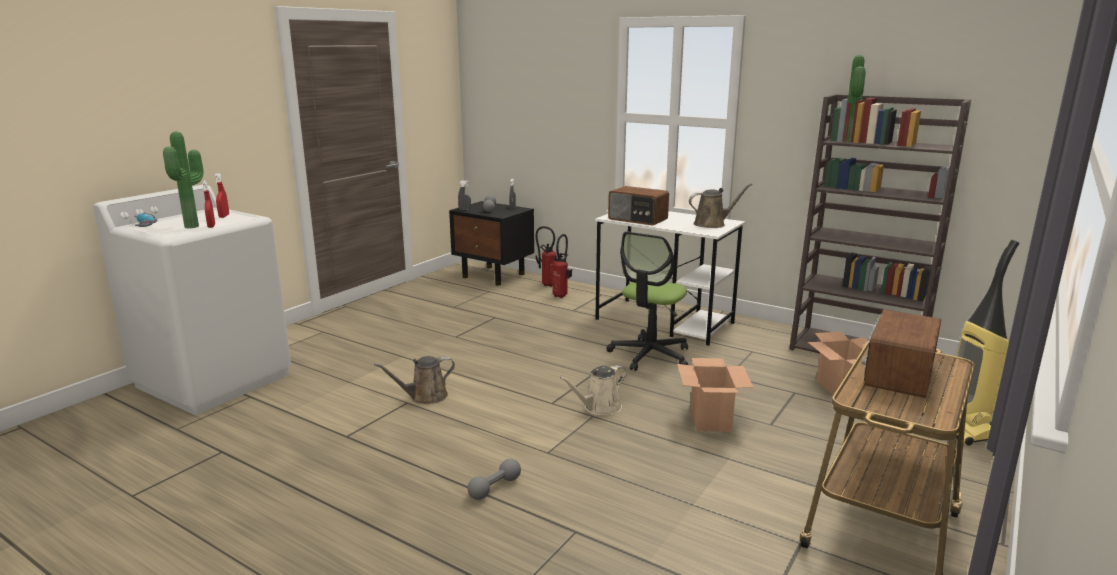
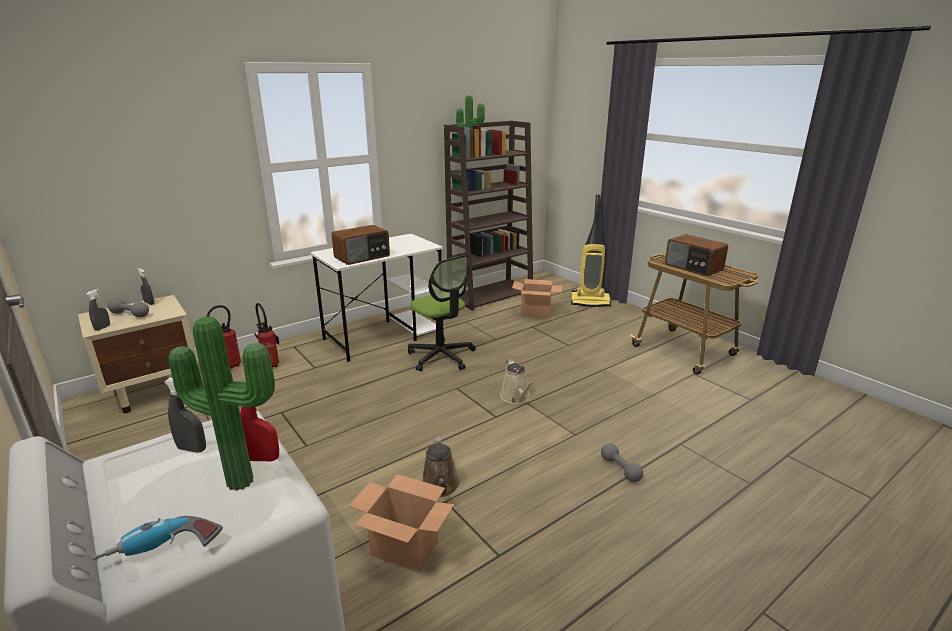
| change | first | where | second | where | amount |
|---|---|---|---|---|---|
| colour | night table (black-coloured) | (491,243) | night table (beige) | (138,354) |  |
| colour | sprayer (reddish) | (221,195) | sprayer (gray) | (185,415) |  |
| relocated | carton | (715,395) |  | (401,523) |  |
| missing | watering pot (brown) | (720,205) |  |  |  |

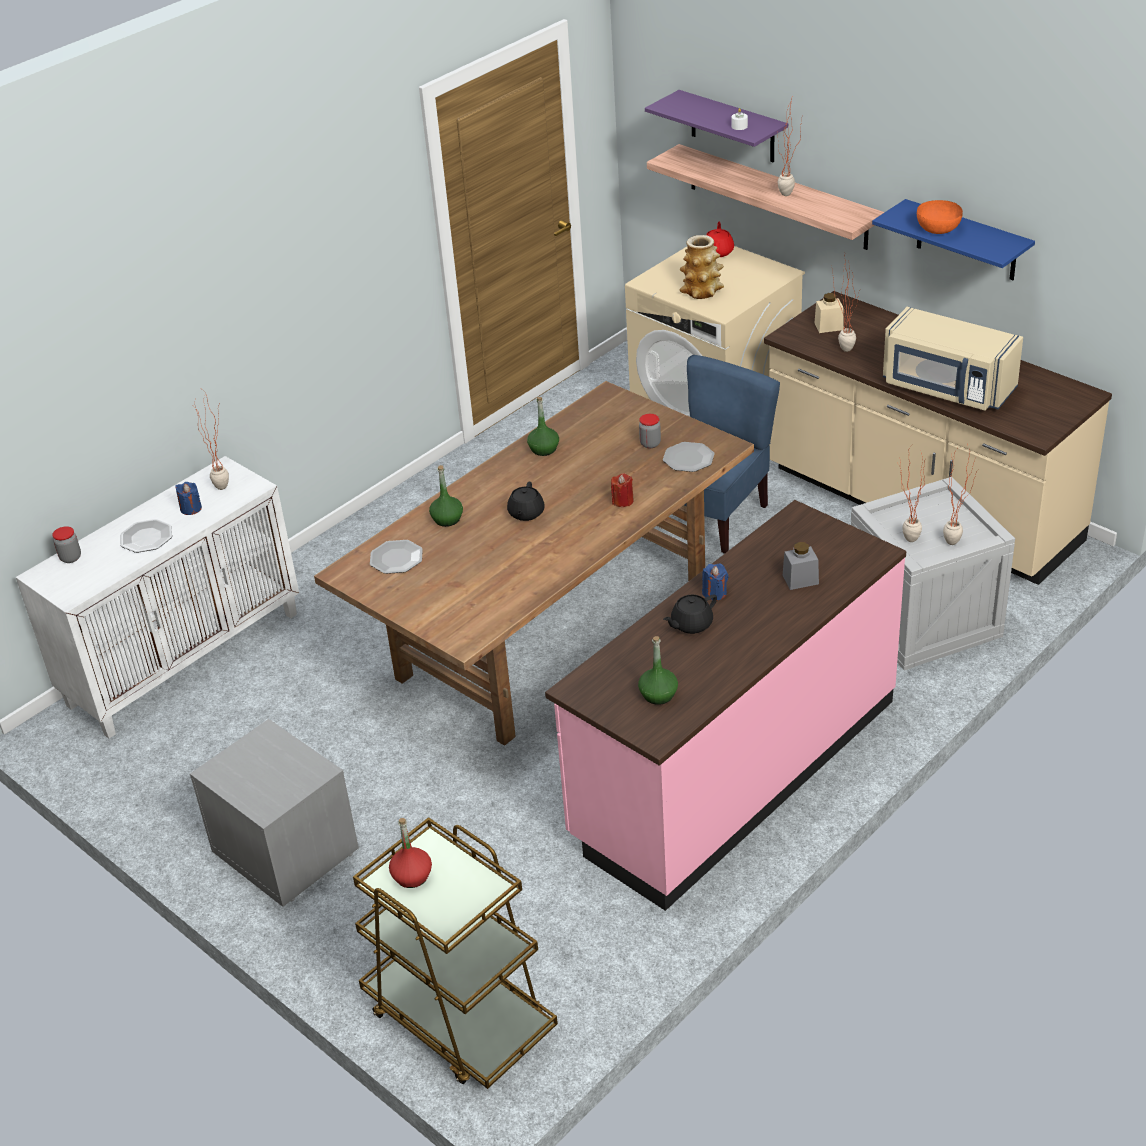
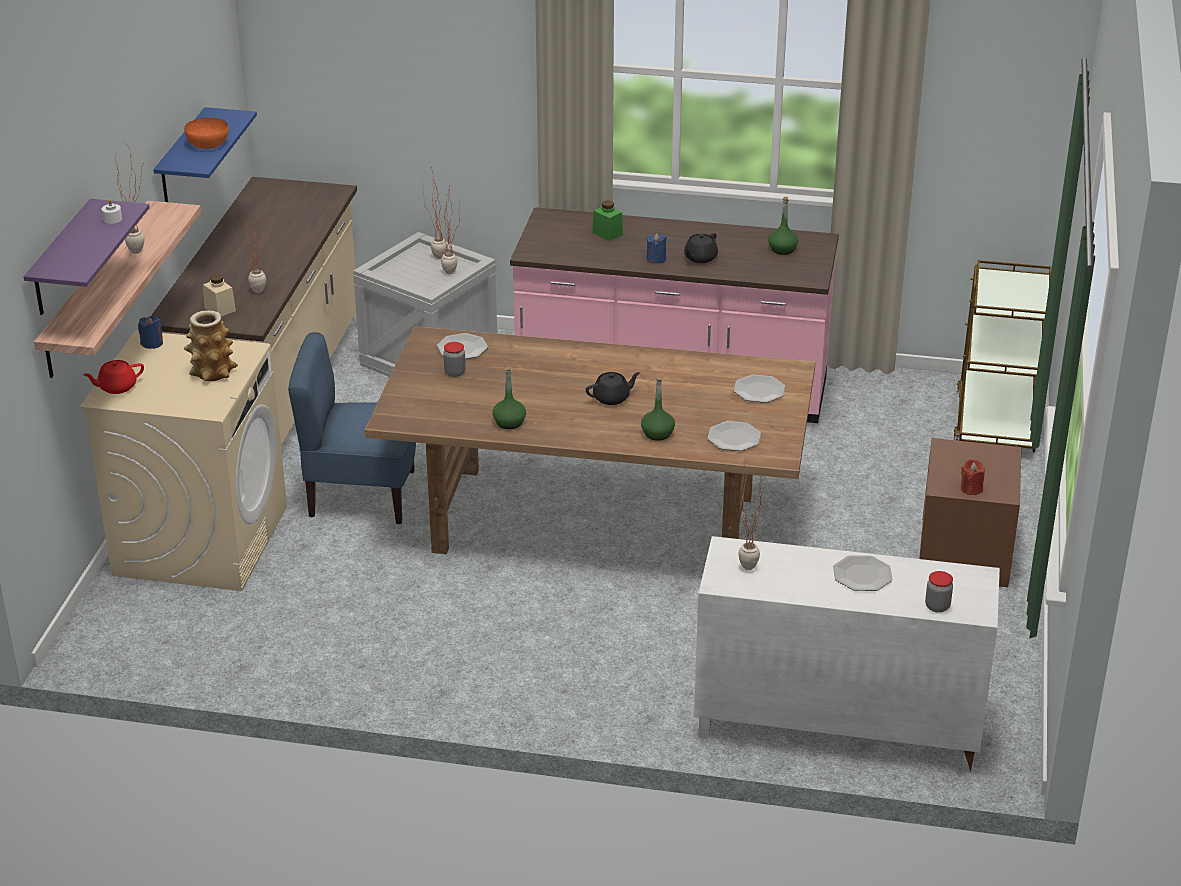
| change | first | where | second | where | amount |
|---|---|---|---|---|---|
| relocated | wax candle (blue-coloured) | (188,498) |  | (150,332) |  |
| colour | preserve jar (gray) | (801,566) | preserve jar (green-coloured) | (607,220) |  |
| spun | pot for tea (black-coloured) | (690,614) |  | (701,248) | 105 degrees clockwise |
| appeared |  |  | flat dish | (759,388) |  |
| colour | night table (gray) | (274,813) | night table (brown) | (970,512) |  |
| relocated | wax candle (reddish) | (622,490) |  | (973,477) |  |
| missing | bottle (reddish) | (410,853) |  |  |  |
| missing | microwave oven (beige) | (953,359) |  |  |  |

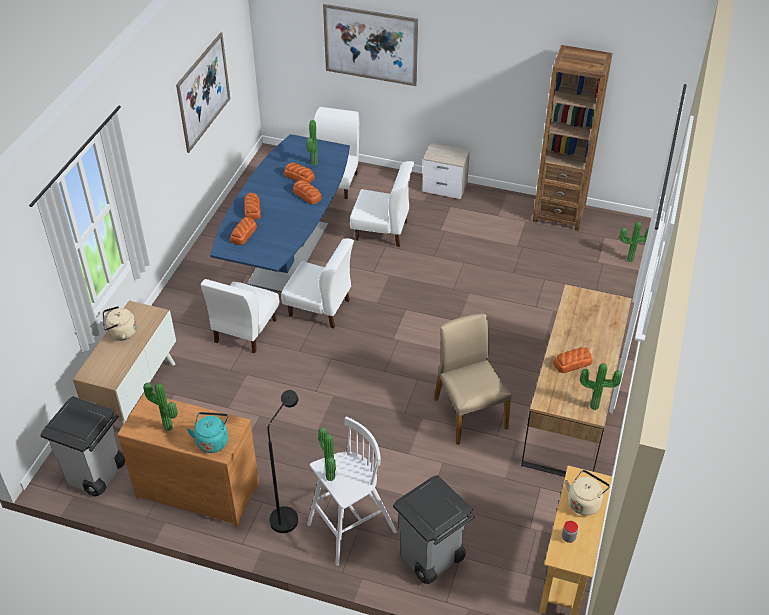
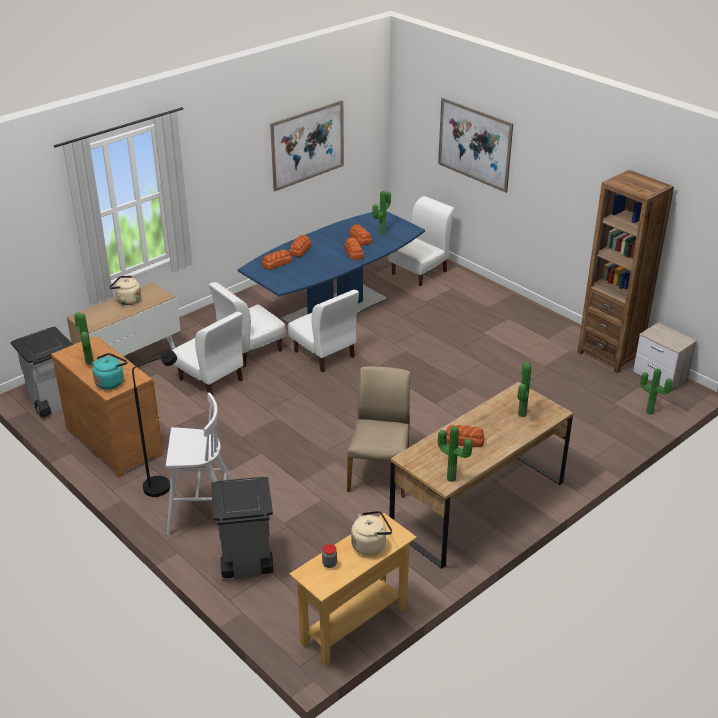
| change | first | where | second | where | amount |
|---|---|---|---|---|---|
| relocated | plain chair (whitish) | (382,204) |  | (207,354) |  |
| relocated | plant in a pot | (327,454) |  | (524,389) |  |
| relocated | night table | (446,171) |  | (665,357) |  |

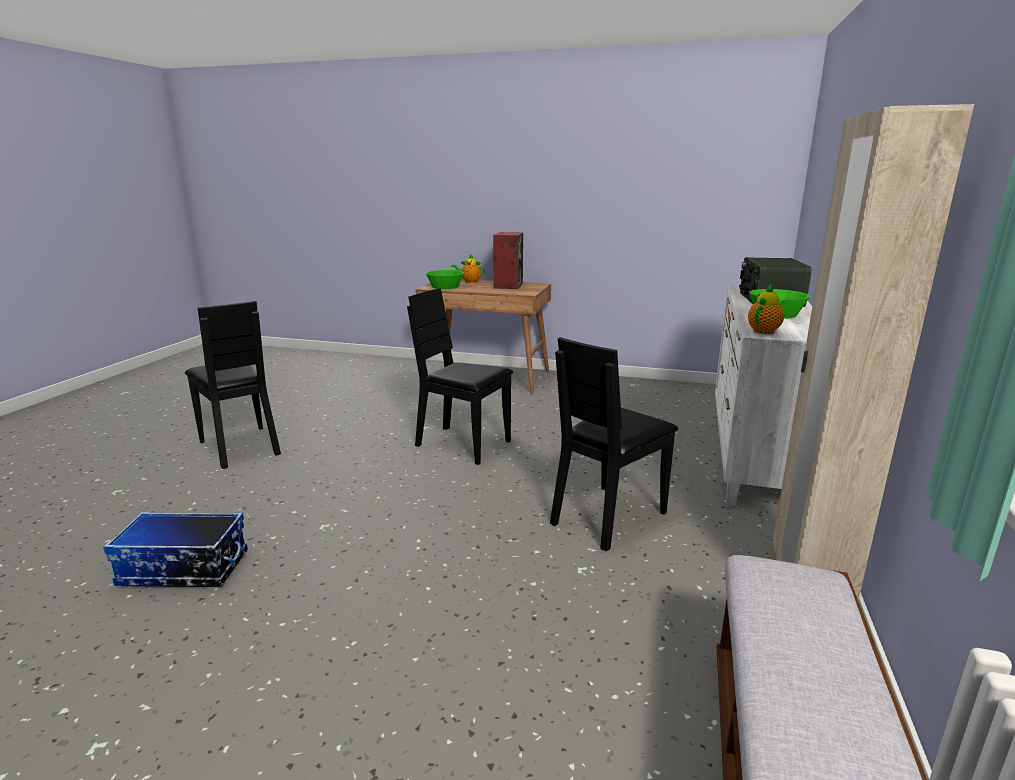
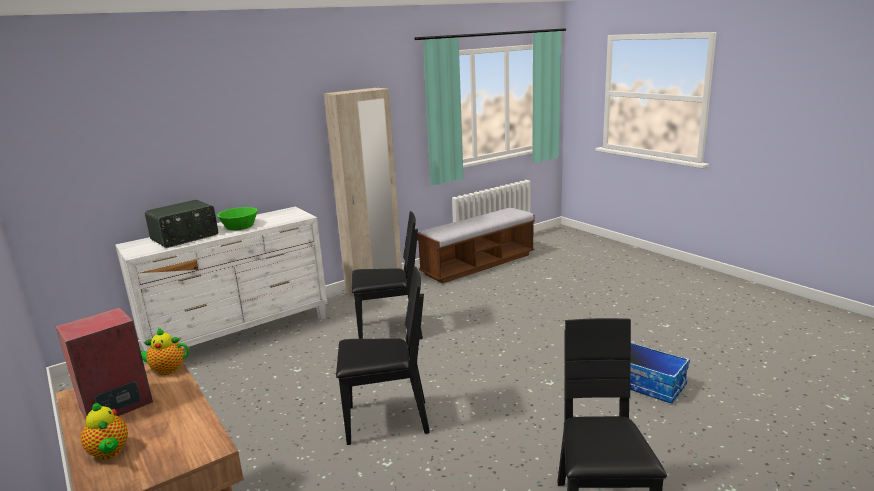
| change | first | where | second | where | amount |
|---|---|---|---|---|---|
| relocated | pot for tea | (766,309) |  | (164,351) |  |
| spun | plain chair (black-coloured) | (460,376) |  | (383,356) | 75 degrees counterclockwise |
| missing | deep dish (green-coloured) | (445,279) |  |  |  |

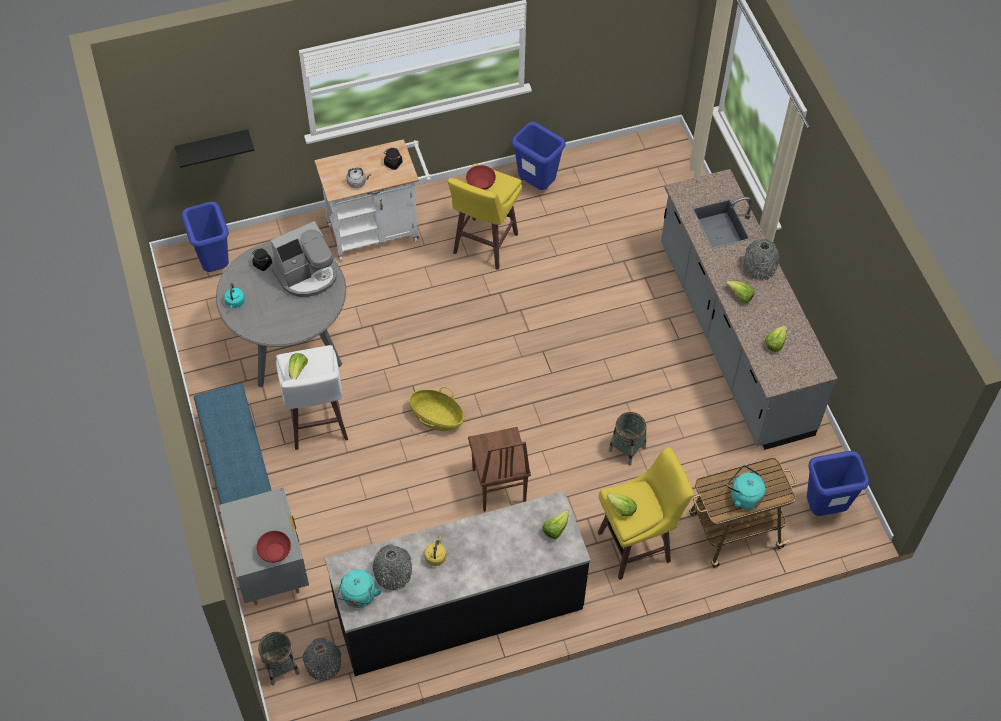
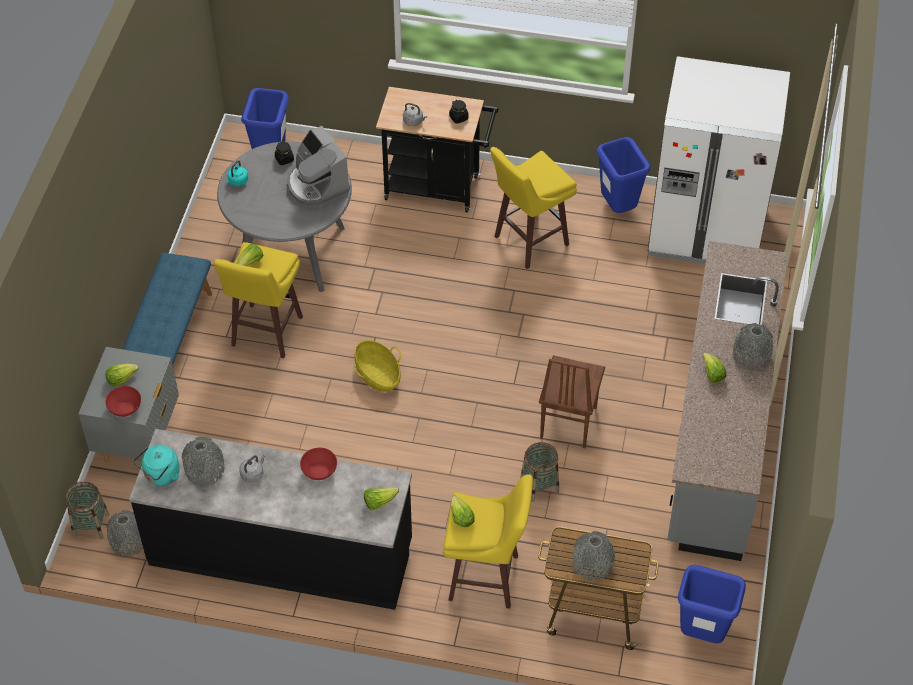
| change | first | where | second | where | amount |
|---|---|---|---|---|---|
| relocated | lettuce | (776,339) |  | (122,375) |  |
| colour | sitting stool (whitish) | (312,397) | sitting stool (yellowish) | (258,300) |  |
| colour | water kettle (yellowish) | (435,551) | water kettle (gray) | (252,469) |  |
| spun | coffee maker | (303,259) |  | (318,166) | 60 degrees clockwise |
| relocated | deep dish (reddish) | (481,177) |  | (318,464) |  |
| colour | cart (whitish) | (373,200) | cart (black-coloured) | (437,150) |  |
| relocated | plain chair (brown) | (499,469) |  | (572,401) |  |
| exchanged | water kettle (blue-green) | (746,487) | decorative vase (gray) | (594,556) |  |
| appeared |  |  | refrigerator (whitish) | (719,160) |  |
| missing | bracket shelf (black-coloured) | (214,148) |  |  |  |

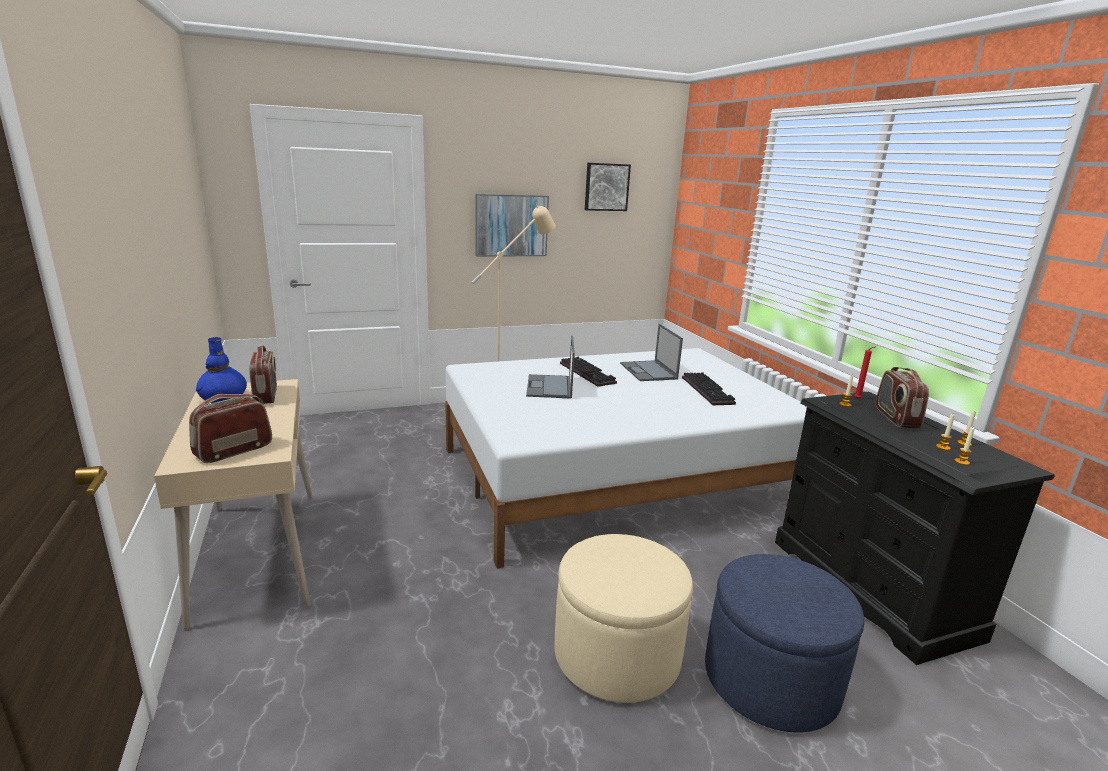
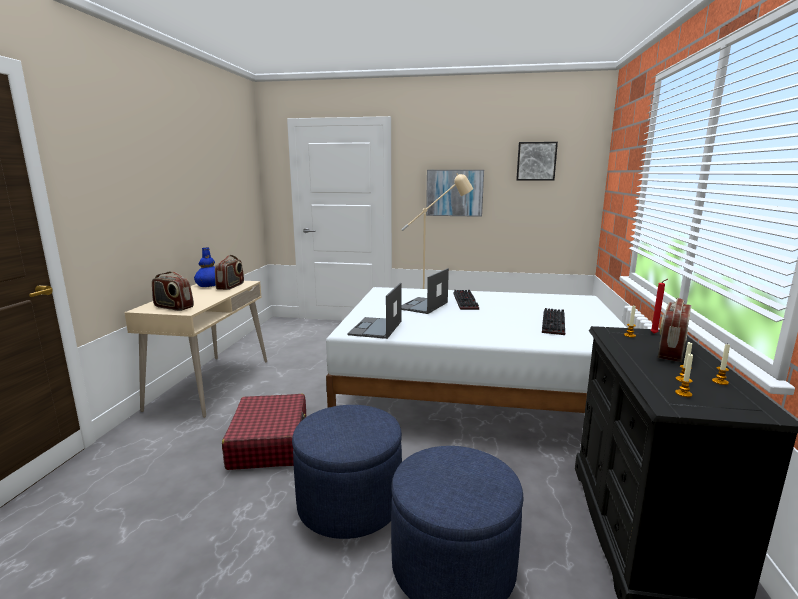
| change | first | where | second | where | amount |
|---|---|---|---|---|---|
| spun | radio | (230,428) |  | (173,291) | 135 degrees counterclockwise |
| appeared |  |  | travel case (reddish) | (264,432) |  |
| colour | pouffe (beige) | (624,618) | pouffe (blue-coloured) | (347,472) |  |
| relocated | portable computer | (651,352) |  | (374,311) |  |

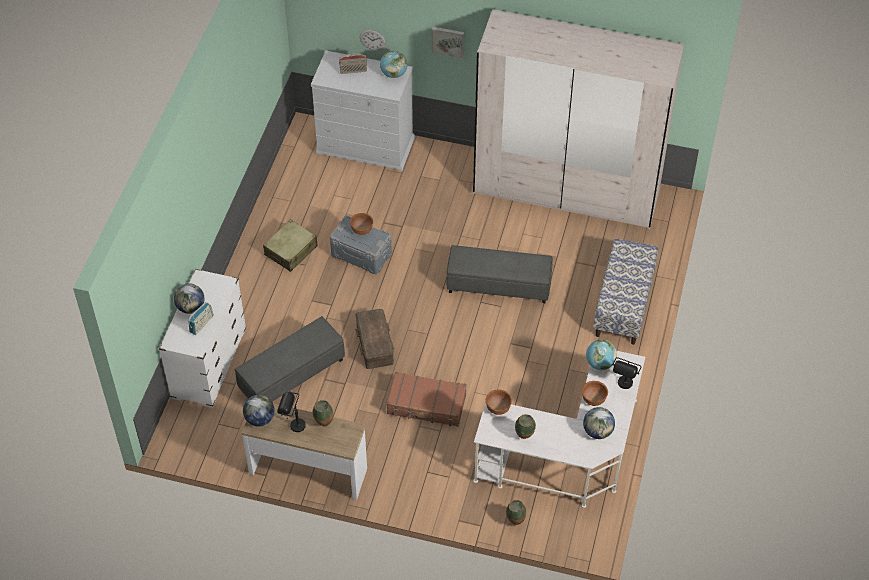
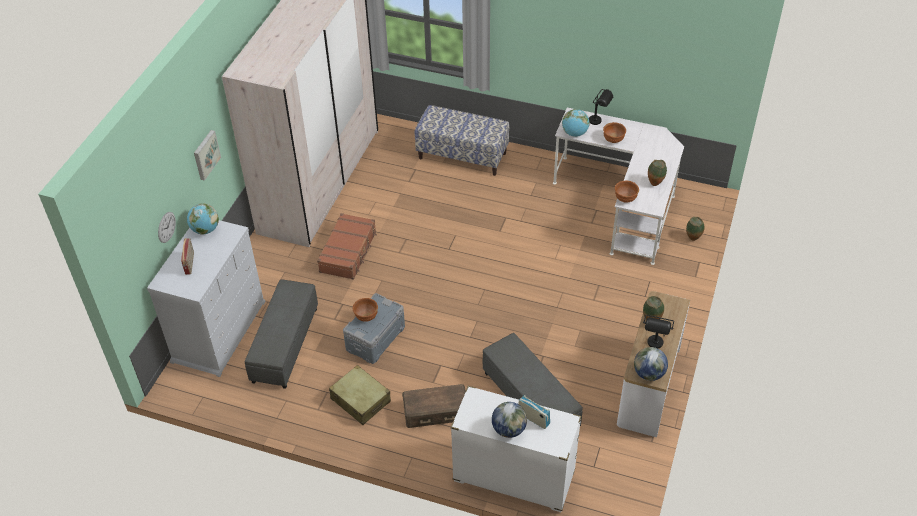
| change | first | where | second | where | amount |
|---|---|---|---|---|---|
| relocated | pouffe (gray) | (500,274) |  | (281,334) |  |
| relocated | travel case (brown) | (427,399) |  | (347,246) |  |
| relocated | storage container (brown) | (374,339) |  | (434,406) |  |
| missing | globe | (599,423) |  |  |  |

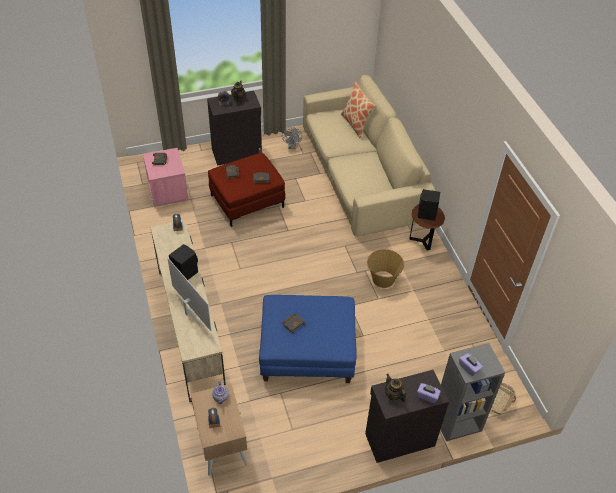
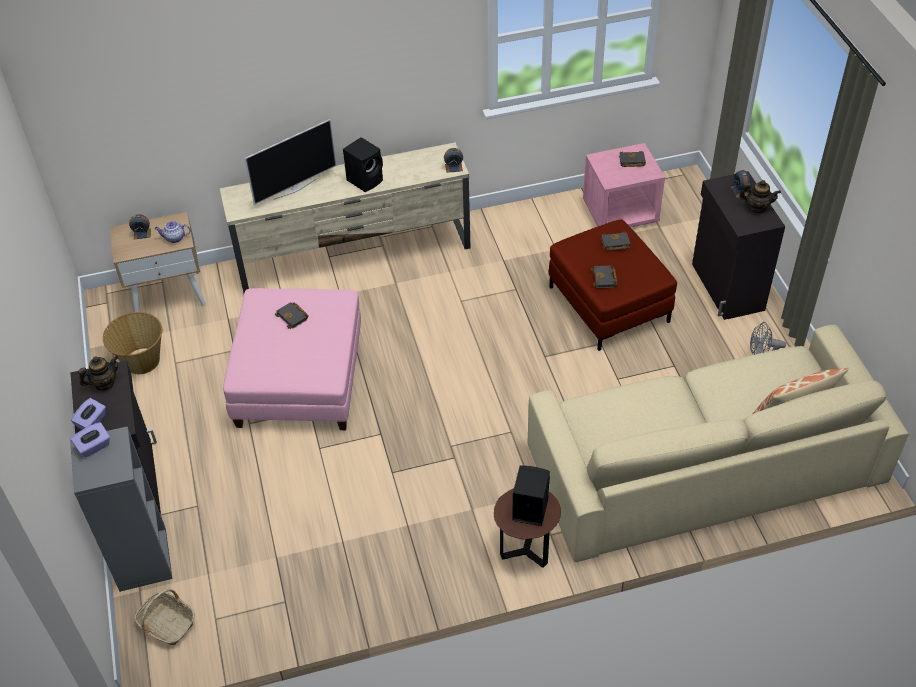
| change | first | where | second | where | amount |
|---|---|---|---|---|---|
| relocated | household basket | (385,268) |  | (132,343) |  |
| colour | pouffe (blue-coloured) | (308,339) | pouffe (pinkish) | (292,359) |  |

